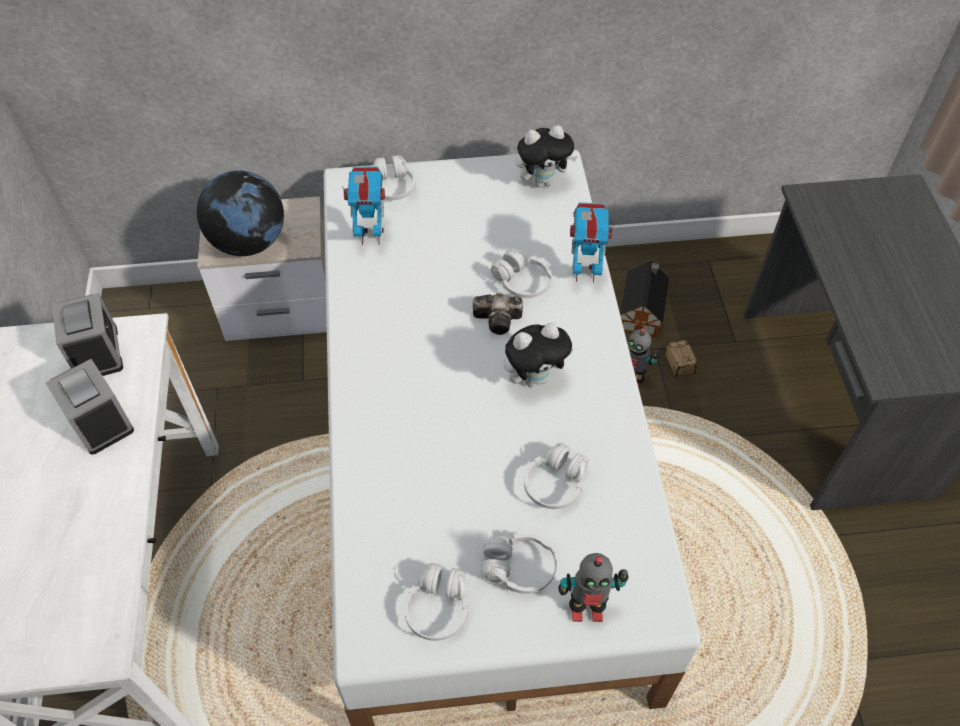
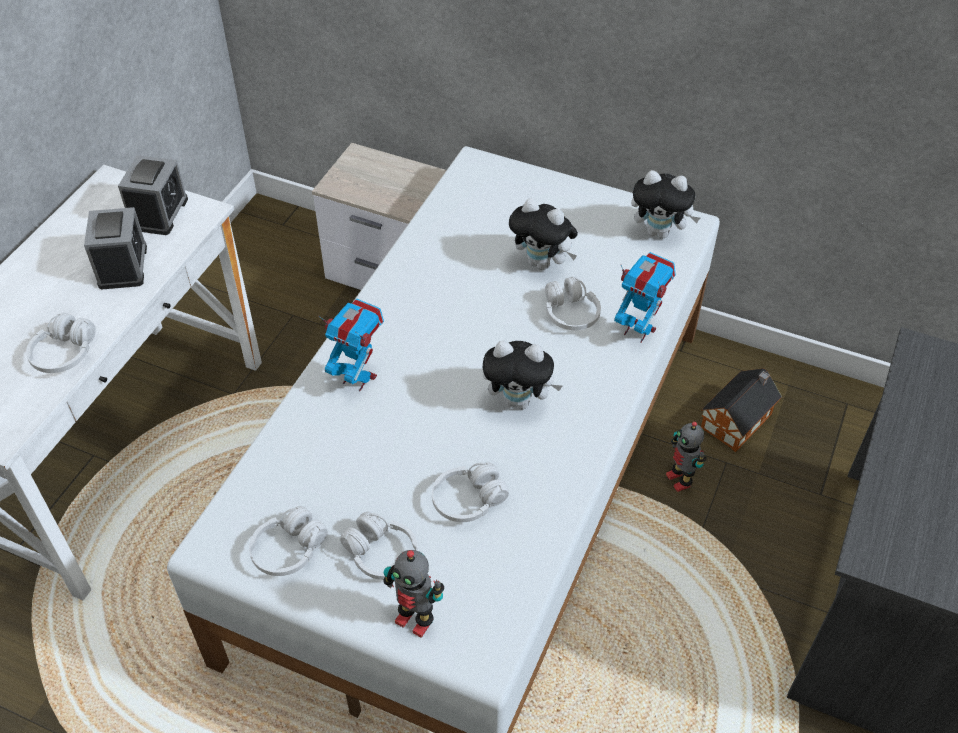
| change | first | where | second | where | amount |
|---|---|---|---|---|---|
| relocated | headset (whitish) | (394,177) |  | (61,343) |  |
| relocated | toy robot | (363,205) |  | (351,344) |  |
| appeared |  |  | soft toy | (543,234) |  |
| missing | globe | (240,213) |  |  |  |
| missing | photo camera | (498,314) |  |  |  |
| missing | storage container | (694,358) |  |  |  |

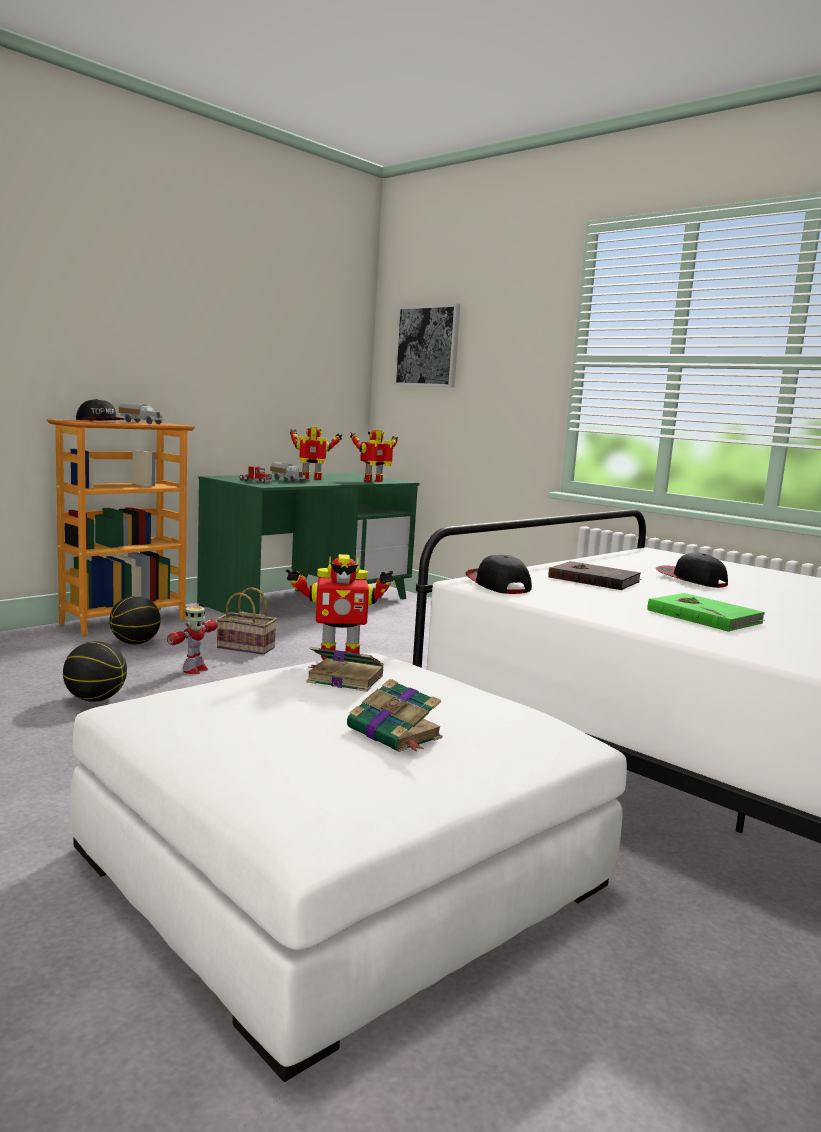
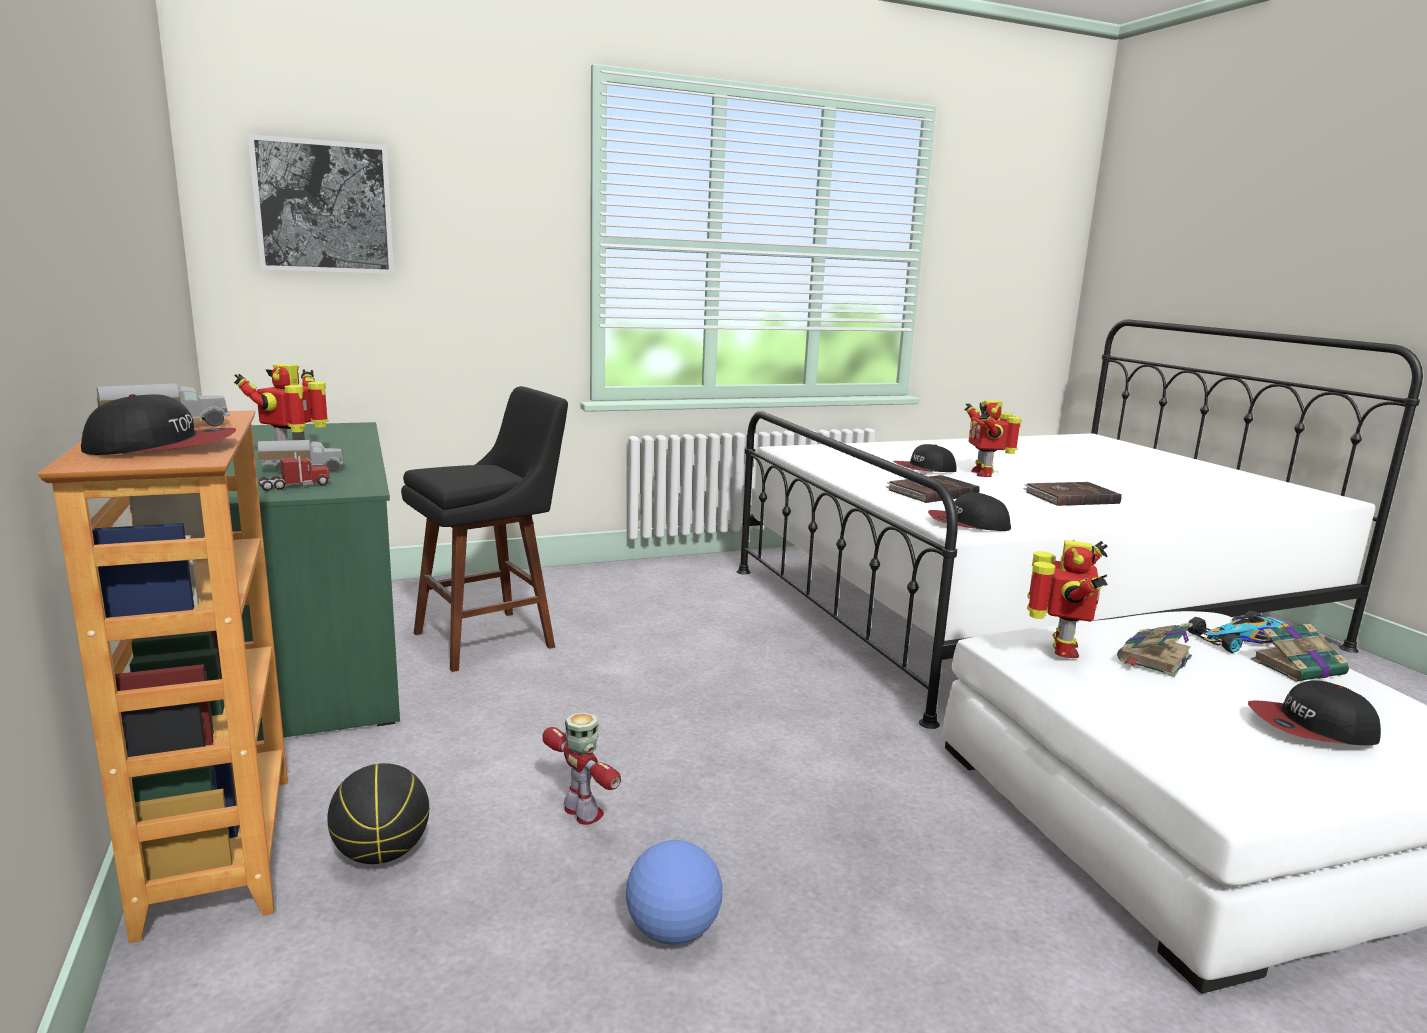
| change | first | where | second | where | amount |
|---|---|---|---|---|---|
| appeared |  |  | sitting stool (black-coloured) | (484,529) |  |
| exchanged | basketball ball | (95,671) | football ball | (674,892) |  |
| relocated | toy robot | (374,456) |  | (993,438) |  |
| colour | bound book (green-coloured) | (706,612) | bound book (brown) | (1072,494) |  |
| appeared |  |  | model car | (1238,632) |  |
| appeared |  |  | cap | (1314,712) |  |
| missing | household basket | (247,621) |  |  |  |

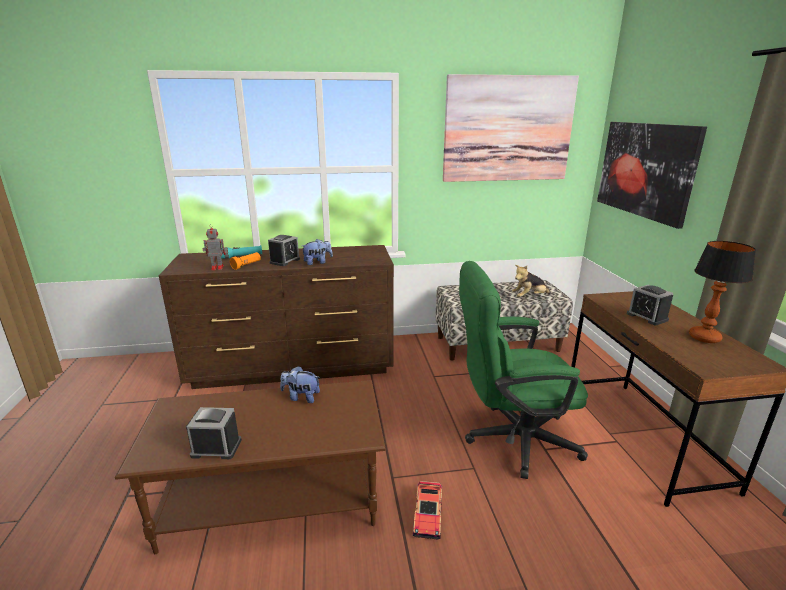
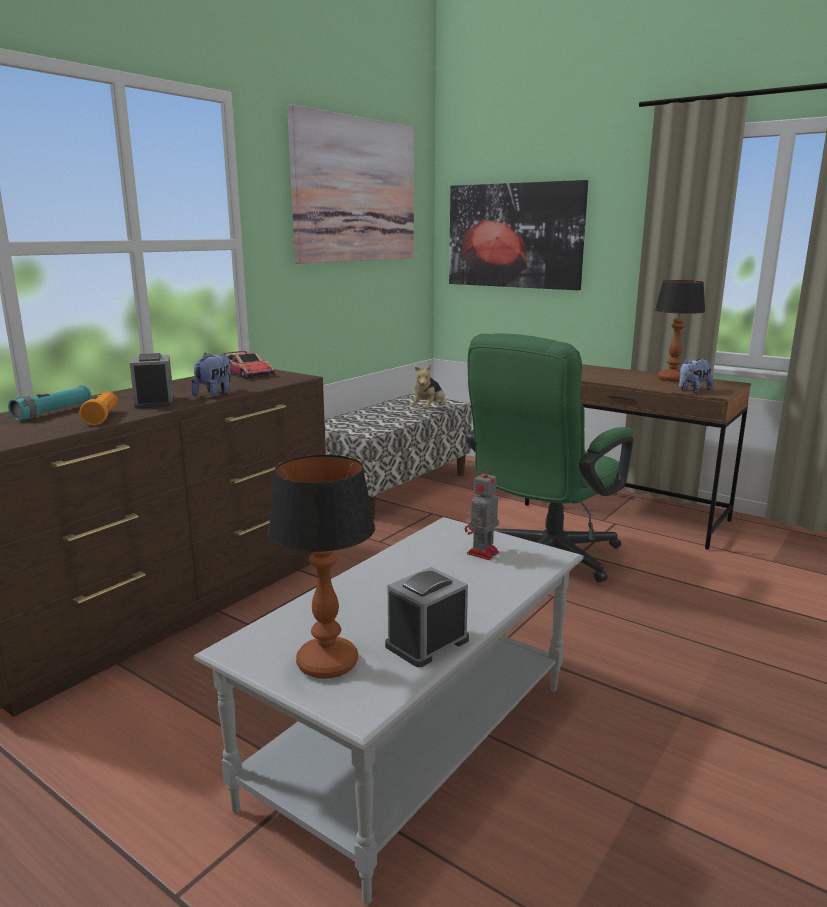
| change | first | where | second | where | amount |
|---|---|---|---|---|---|
| colour | lounge table (brown) | (250,467) | lounge table (gray) | (389,710) |  |
| relocated | model car | (427,510) |  | (249,364) |  |
| appeared |  |  | tabletop lamp | (321,567) |  |
| relocated | toy robot | (214,247) |  | (482,513) |  |
| relocated | soft toy | (300,384) |  | (696,375) |  |
| missing | bedside clock | (650,305) |  |  |  |

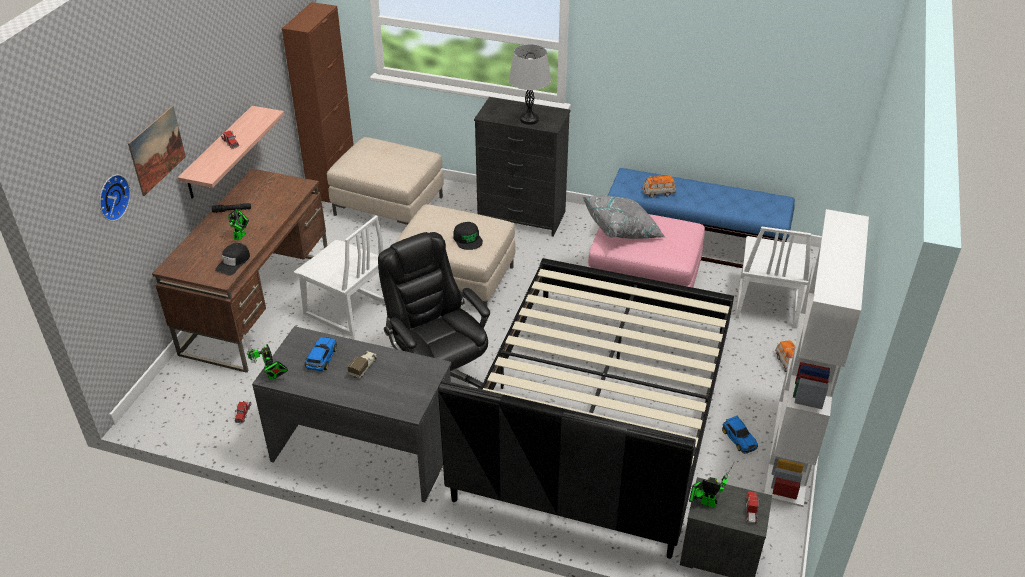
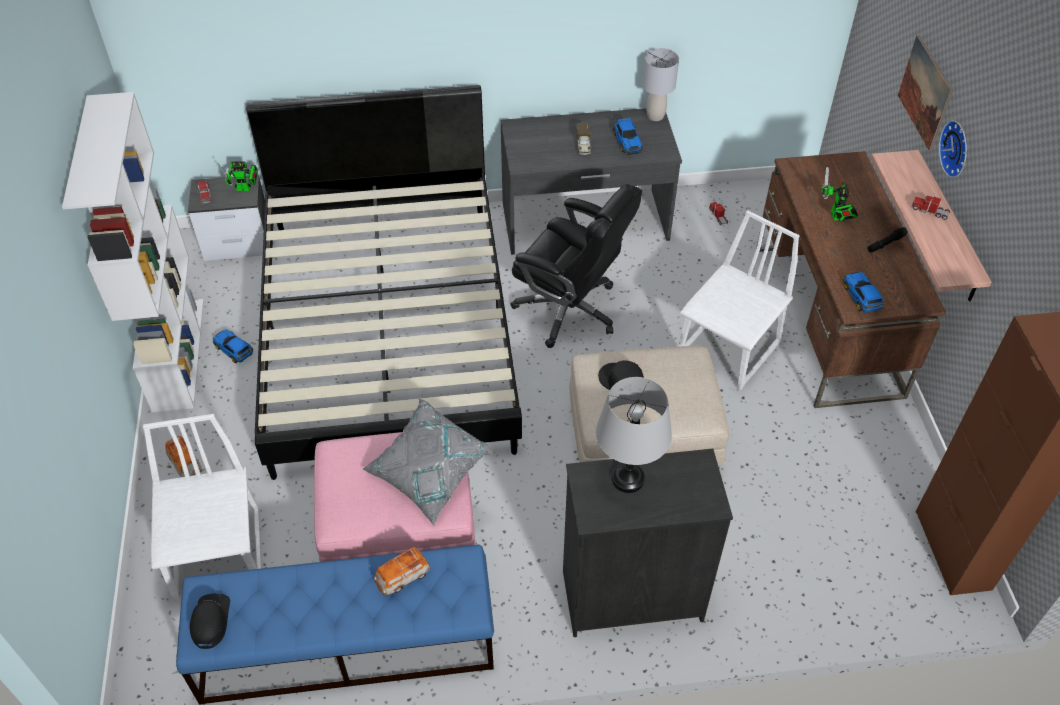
| change | first | where | second | where | amount |
|---|---|---|---|---|---|
| relocated | cap (black-coloured) | (232,259) |  | (210,621) |  |
| exchanged | toy robot | (265,357) | tabletop lamp (gray) | (660,84) |  |
| spun | plain chair (whitish) | (339,276) |  | (738,300) | 120 degrees clockwise |
| appeared |  |  | model car | (863,292) |  |
| relocated | wall clock | (115,198) |  | (953,149) |  |
| missing | pouffe (beige) | (385,181) |  |  |  |

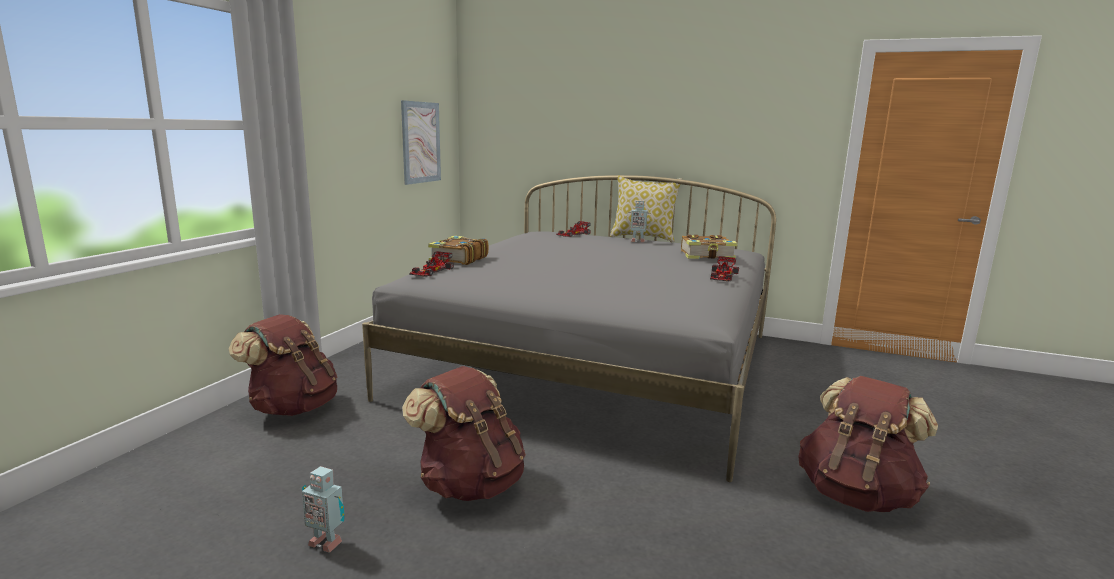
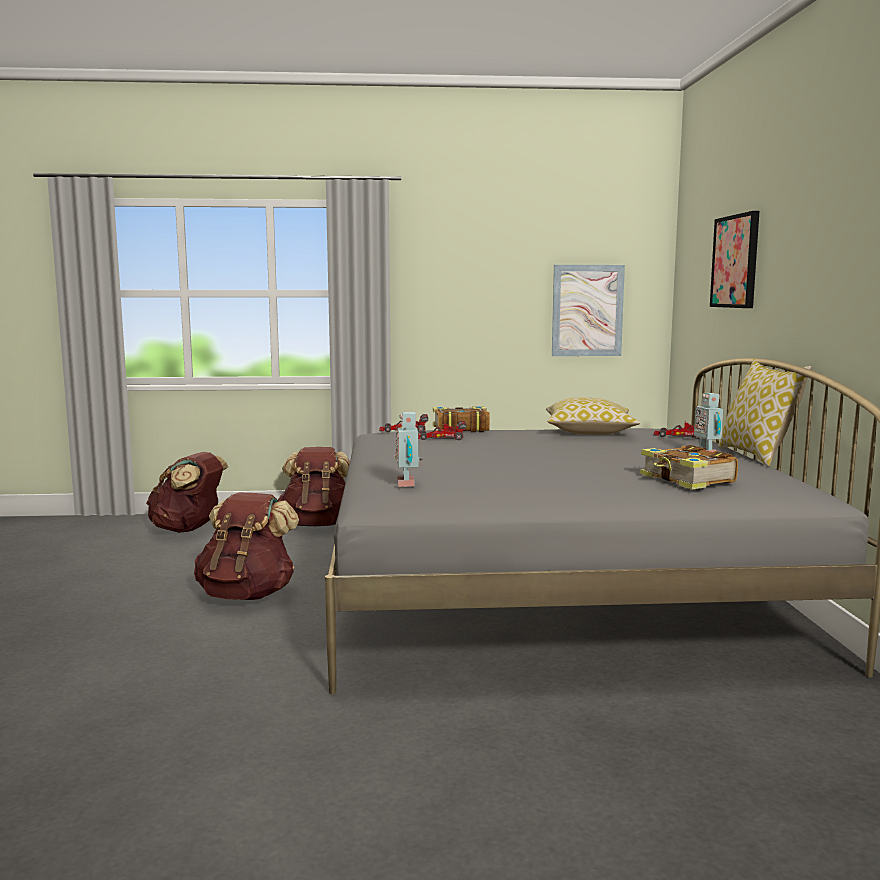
| change | first | where | second | where | amount |
|---|---|---|---|---|---|
| relocated | rucksack (brown) | (868,444) |  | (187,492) |  |
| relocated | toy robot | (323,509) |  | (408,449) |  |
| relocated | model car | (724,269) |  | (442,430) |  |
| appeared |  |  | throw pillow | (593,416) |  |
| appeared |  |  | wall art | (734,259) |  |

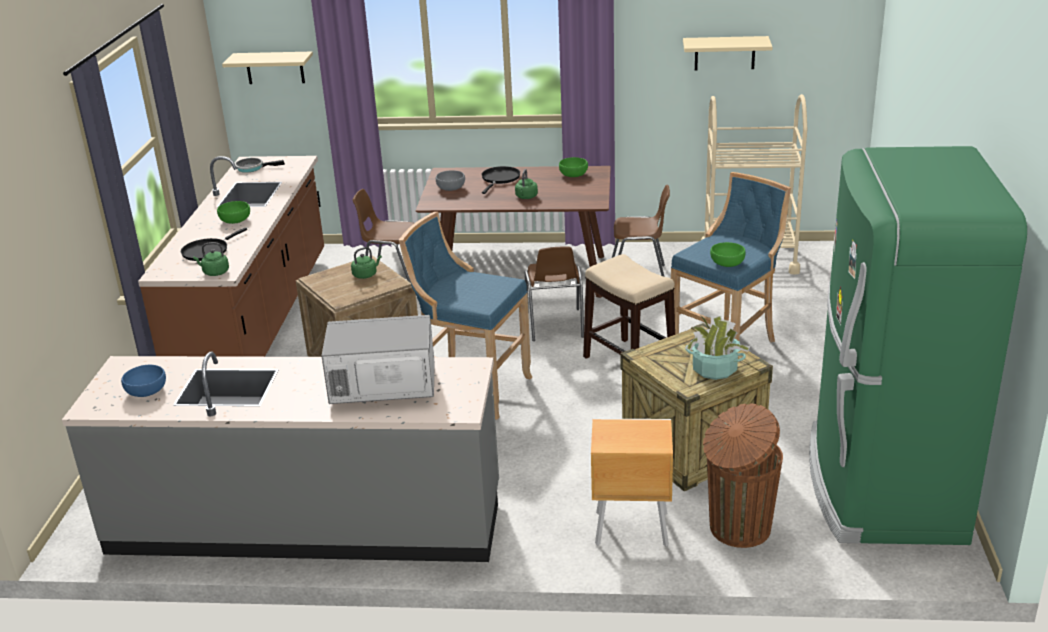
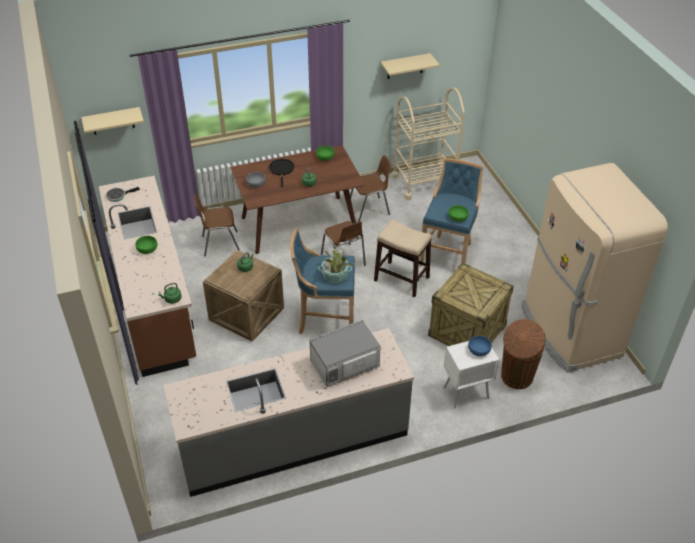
| change | first | where | second | where | amount |
|---|---|---|---|---|---|
| relocated | plant in a pot | (718,348) |  | (336,265) |  |
| colour | night table (brown) | (632,482) | night table (whitish) | (471,374) |  |
| relocated | deep dish (blue-coloured) | (143,381) |  | (480,346) |  |
| colour | refrigerator (green-coloured) | (918,345) | refrigerator (beige) | (594,268) |  |
| missing | skillet (black-coloured) | (214,244) |  |  |  |

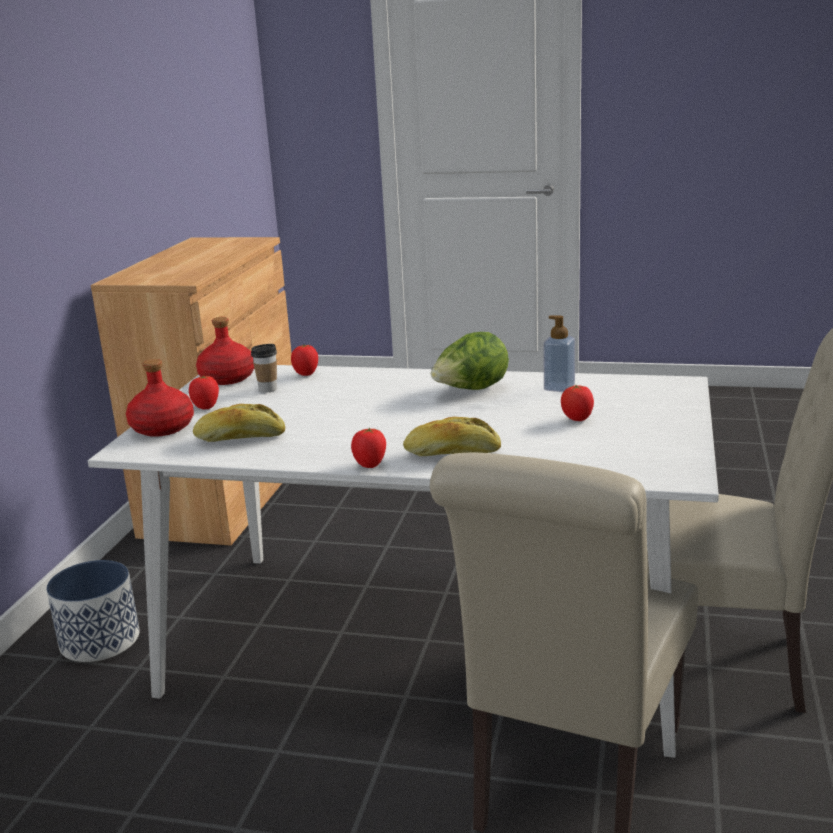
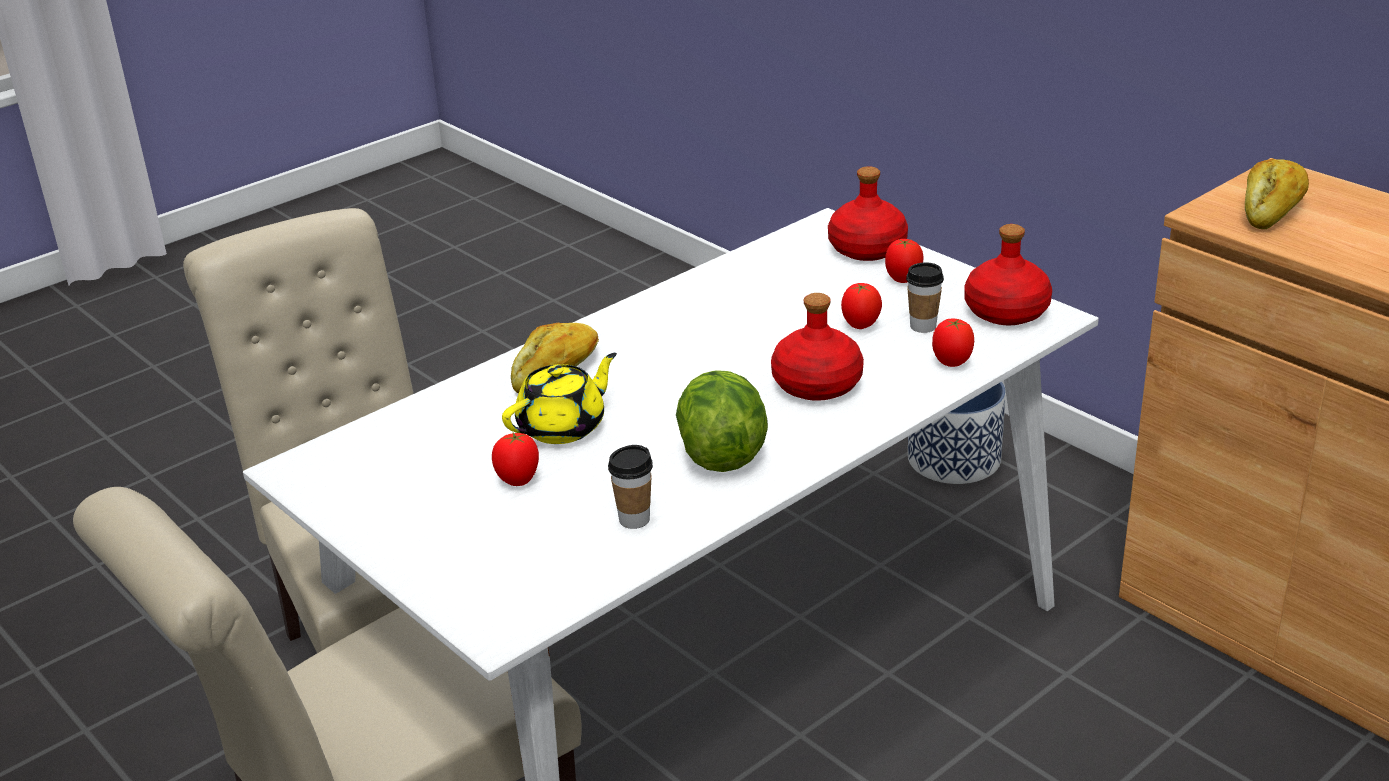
| change | first | where | second | where | amount |
|---|---|---|---|---|---|
| appeared |  |  | pot for tea (yellowish) | (559,398) |  |
| exchanged | soap bottle | (559,353) | small cup | (630,487) |  |
| appeared |  |  | bottle (reddish) | (817,347) |  |
| relocated | whole tomato | (368,448) |  | (861,306) |  |
| relocated | baked bread | (239,423) |  | (1277,194) |  |

